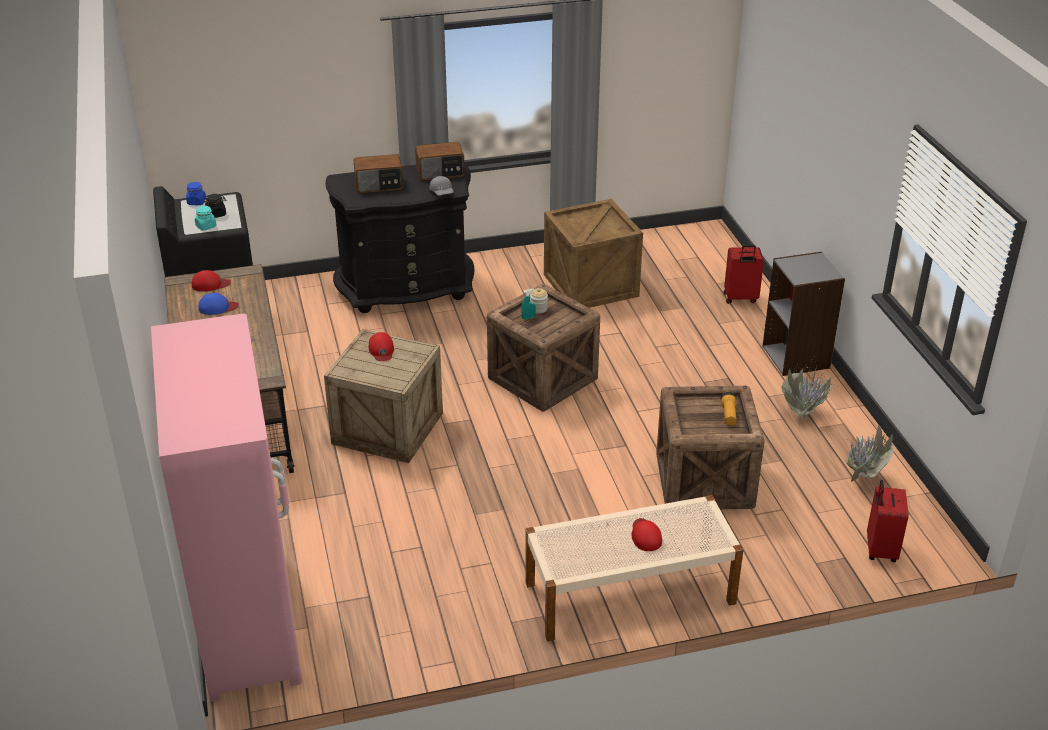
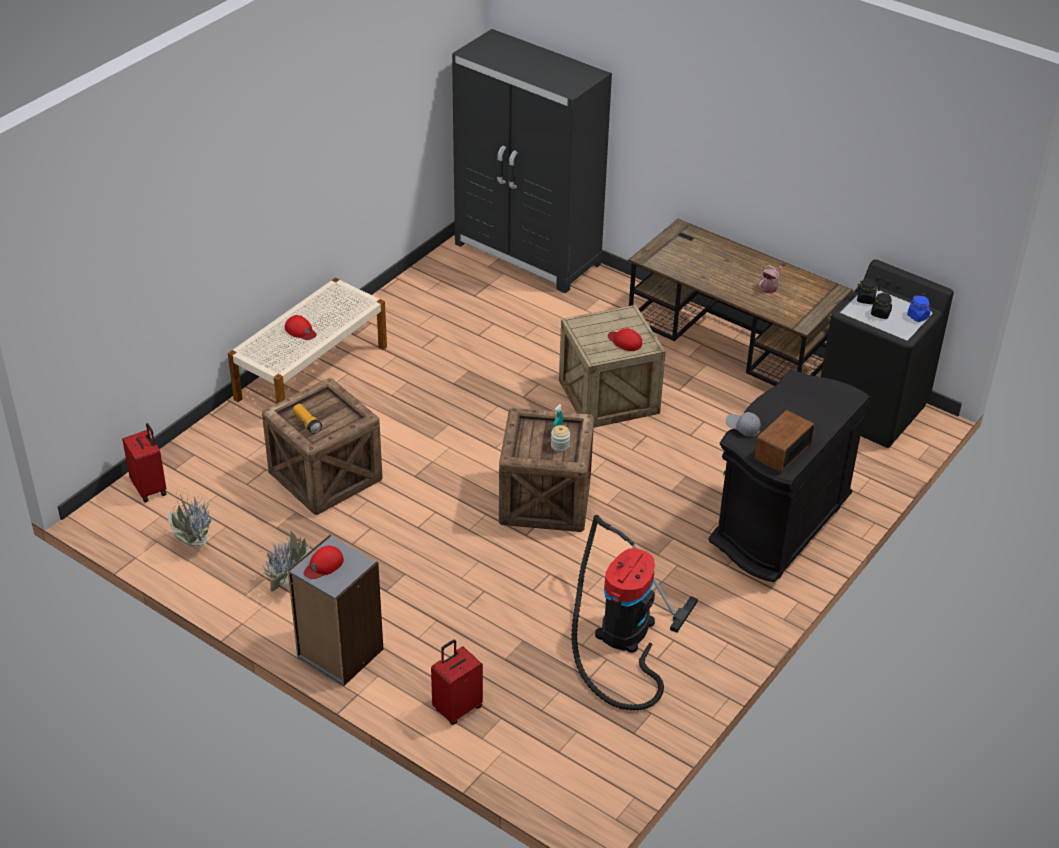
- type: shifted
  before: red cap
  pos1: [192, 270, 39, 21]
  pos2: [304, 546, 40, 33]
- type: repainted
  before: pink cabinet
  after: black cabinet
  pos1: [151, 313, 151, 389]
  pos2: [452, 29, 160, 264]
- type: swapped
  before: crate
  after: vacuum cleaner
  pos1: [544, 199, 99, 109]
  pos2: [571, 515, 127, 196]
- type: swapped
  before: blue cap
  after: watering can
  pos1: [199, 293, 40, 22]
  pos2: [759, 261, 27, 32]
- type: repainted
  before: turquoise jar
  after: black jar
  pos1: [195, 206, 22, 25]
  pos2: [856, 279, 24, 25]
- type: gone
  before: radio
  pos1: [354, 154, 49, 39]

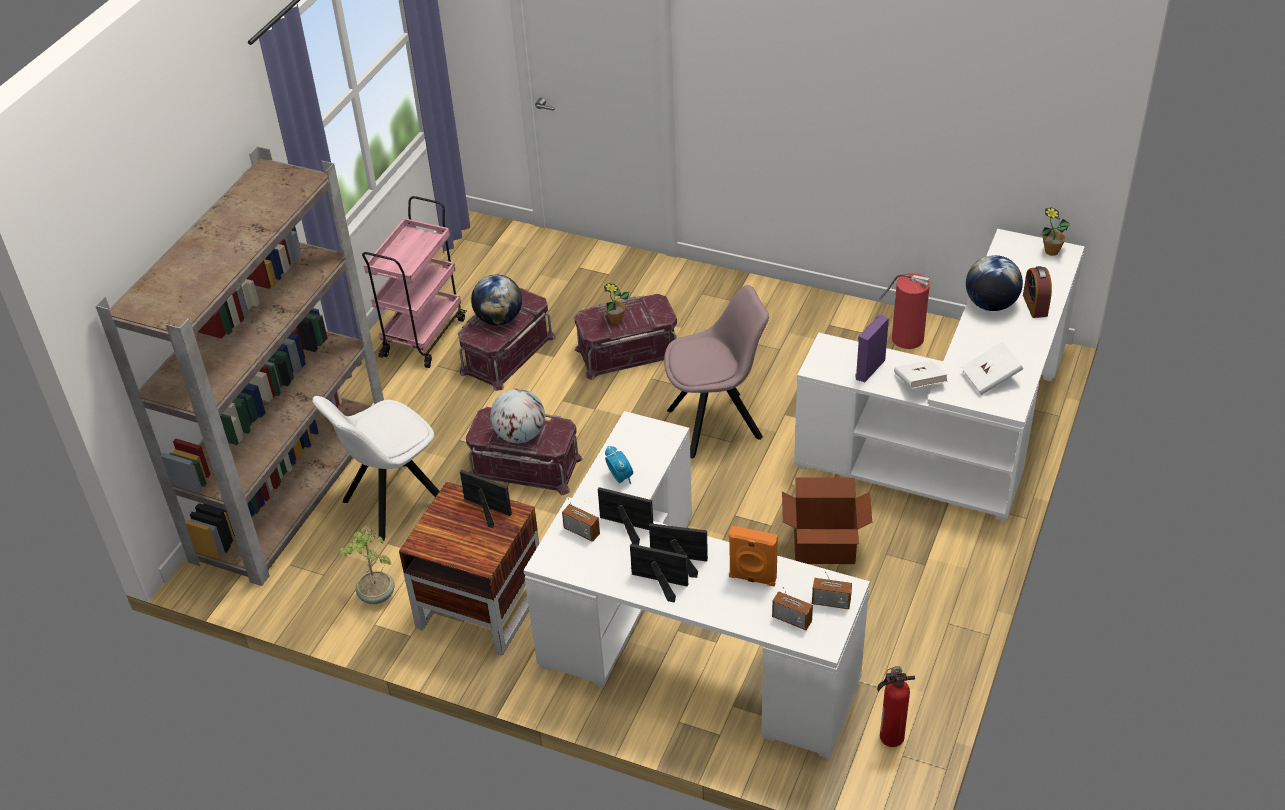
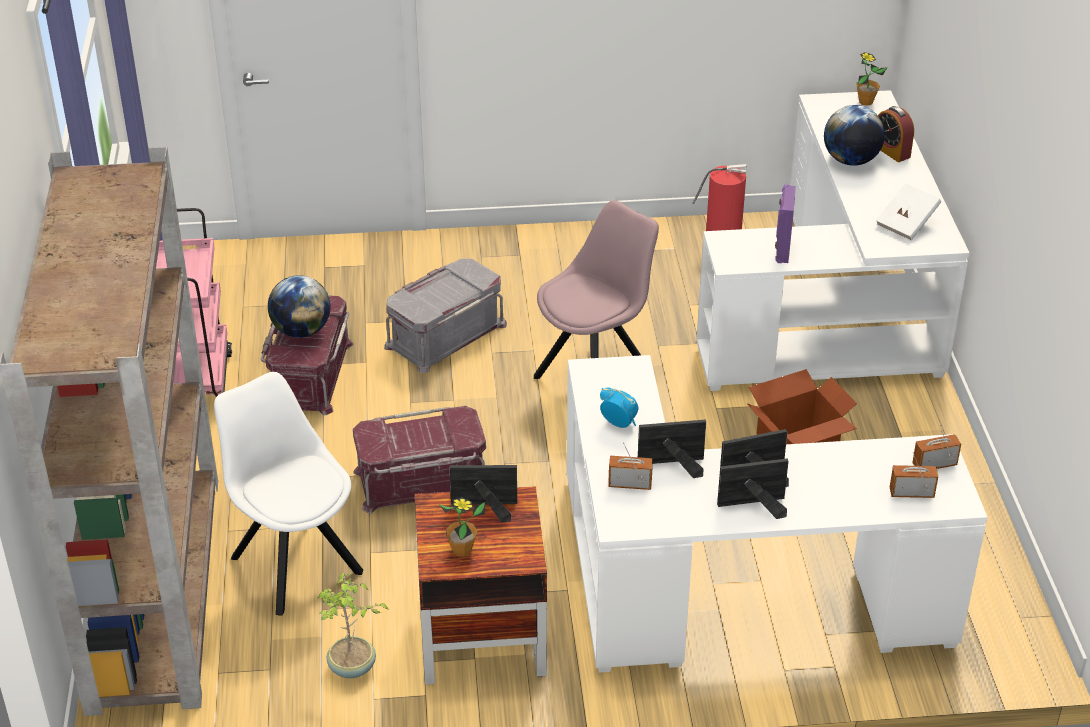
- type: rotated
  before: white chair
  pos1: [312, 396, 128, 145]
  pos2: [214, 372, 149, 244]
  turn: 120
- type: repainted
  before: red storage box
  after: grey storage box
  pos1: [574, 294, 103, 86]
  pos2: [384, 259, 123, 114]
- type: shifted
  before: potted plant
  pos1: [604, 283, 25, 42]
  pos2: [439, 497, 46, 60]
- type: gone
  before: globe
  pos1: [490, 389, 55, 54]
- type: gone
  before: orange speaker
  pos1: [729, 526, 49, 60]
- type: gone
  before: fire extinguisher
  pos1: [877, 666, 38, 81]
- type: gone
  before: white book
  pos1: [894, 360, 54, 29]

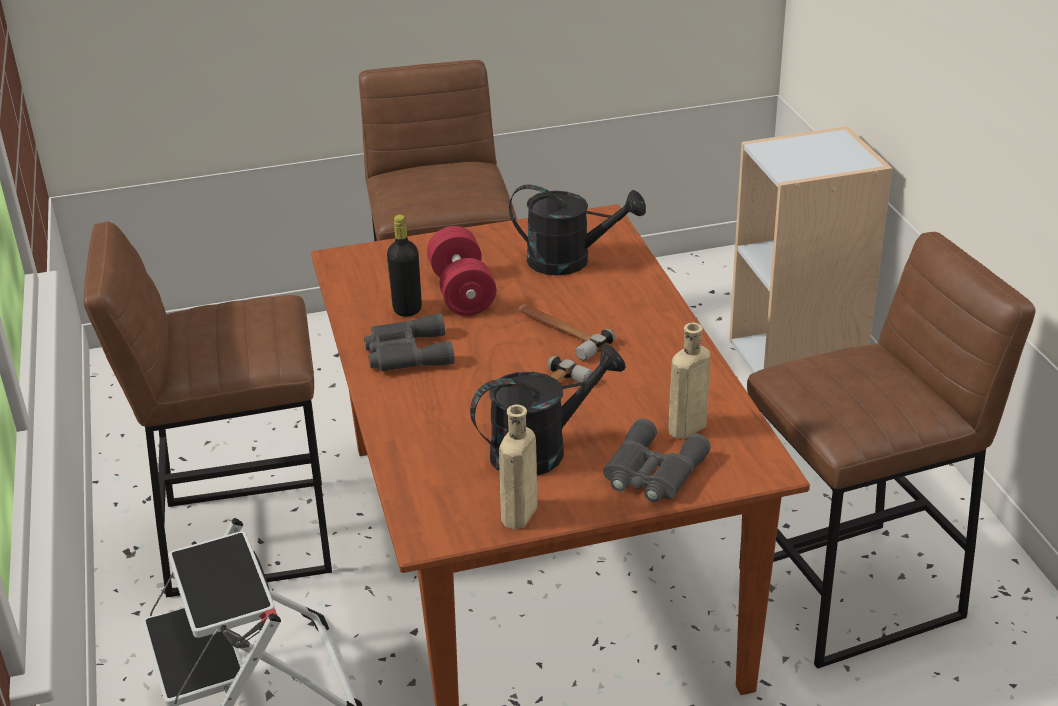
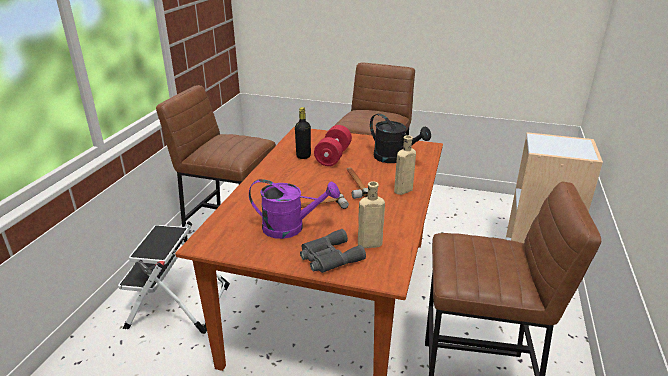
- type: repainted
  before: black watering can
  after: purple watering can
  pos1: [470, 344, 156, 132]
  pos2: [249, 179, 91, 60]
- type: shifted
  before: beige bottle
  pos1: [499, 404, 38, 126]
  pos2: [394, 135, 22, 60]
- type: gone
  before: grey binoculars
  pos1: [364, 313, 91, 59]

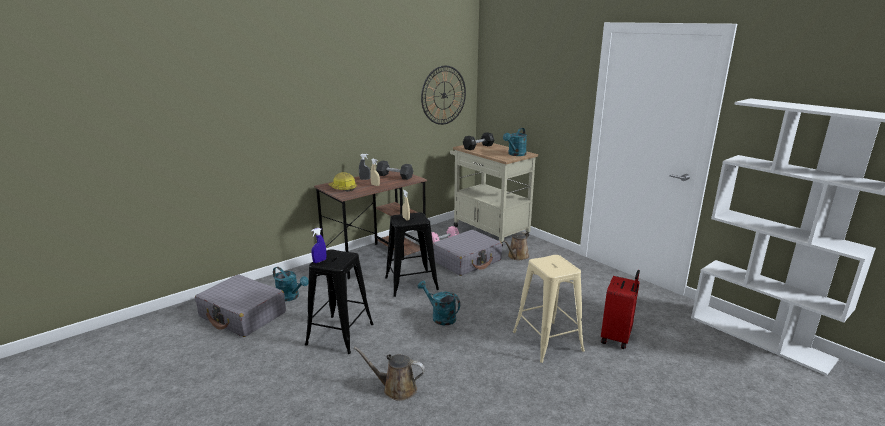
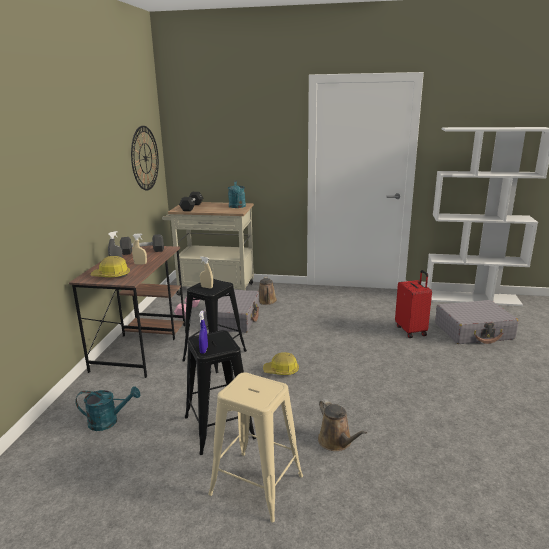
- type: shifted
  before: beige stool
  pos1: [513, 255, 72, 108]
  pos2: [208, 372, 95, 150]
- type: swapped
  before: turquoise watering can
  after: hard hat
  pos1: [417, 281, 43, 44]
  pos2: [263, 352, 36, 23]
- type: rotated
  before: brown watering can
  pos1: [354, 347, 71, 54]
  pos2: [318, 399, 49, 52]
  turn: -90
- type: shifted
  before: grey suitcase
  pos1: [195, 274, 91, 63]
  pos2: [435, 300, 83, 44]

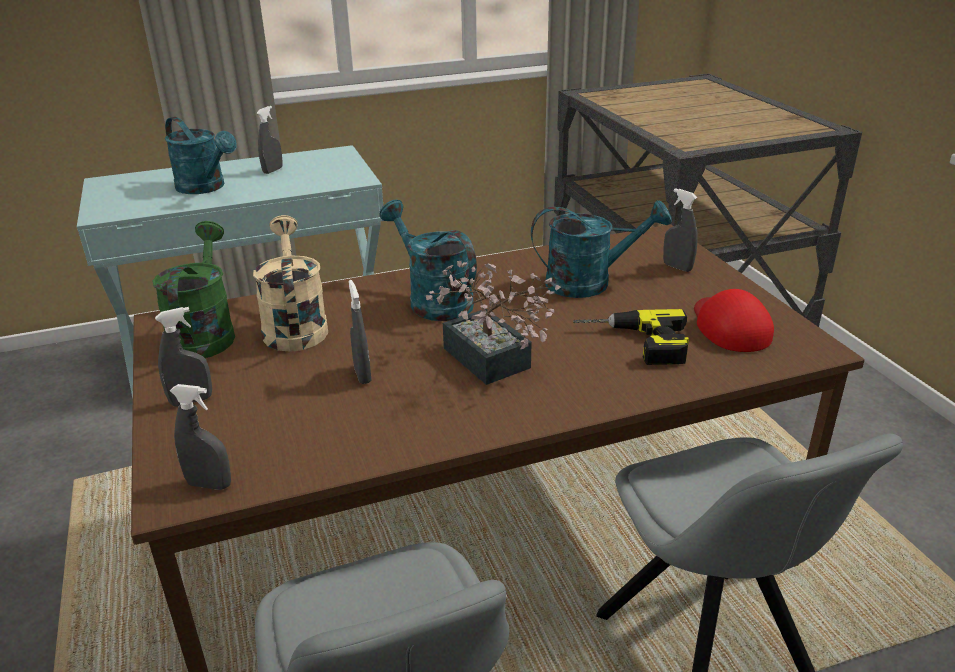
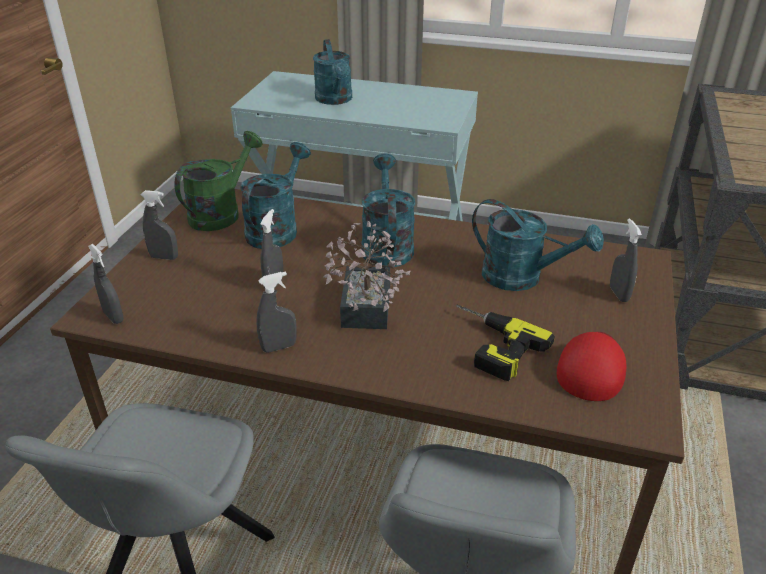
- type: repainted
  before: beige watering can
  after: turquoise watering can
  pos1: [253, 215, 75, 137]
  pos2: [240, 142, 71, 107]
- type: shifted
  before: grey spray bottle
  pos1: [257, 106, 26, 68]
  pos2: [256, 271, 40, 82]

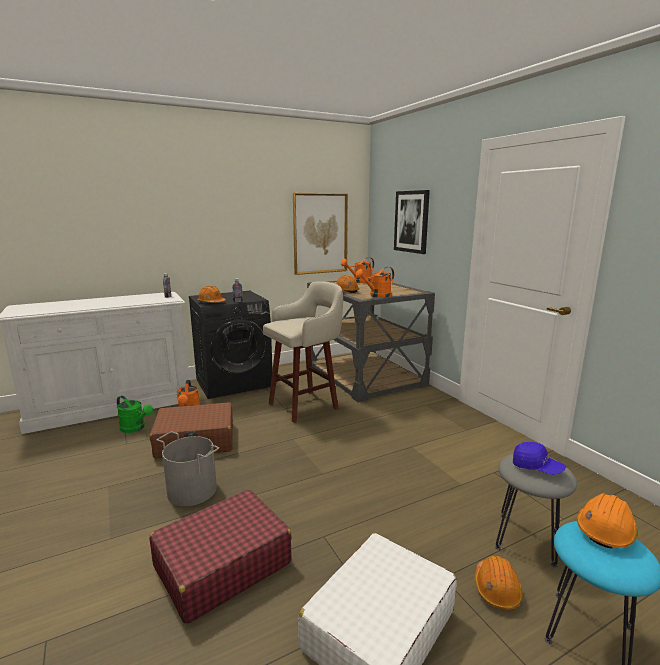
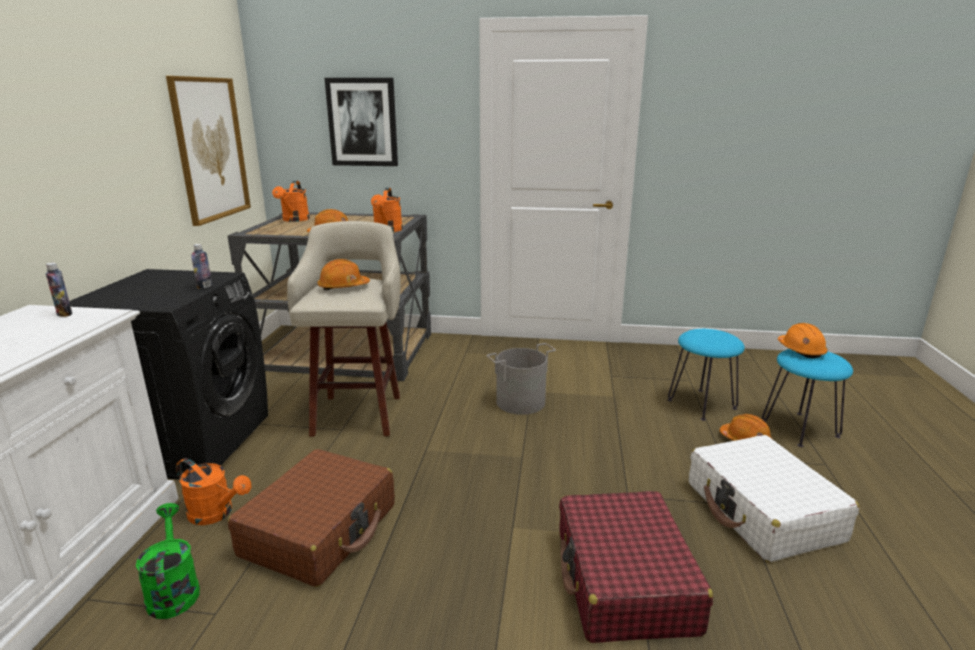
- type: rotated
  before: green watering can
  pos1: [117, 396, 36, 37]
  pos2: [136, 503, 64, 116]
  turn: -90
- type: shifted
  before: orange hard hat
  pos1: [197, 285, 29, 18]
  pos2: [317, 259, 53, 31]
- type: shifted
  before: grey bucket
  pos1: [157, 431, 62, 75]
  pos2: [487, 343, 69, 72]
- type: repainted
  before: grey stool
  after: turquoise stool
  pos1: [495, 454, 82, 114]
  pos2: [668, 329, 77, 92]
- type: gone
  before: blue cap
  pos1: [513, 442, 53, 33]

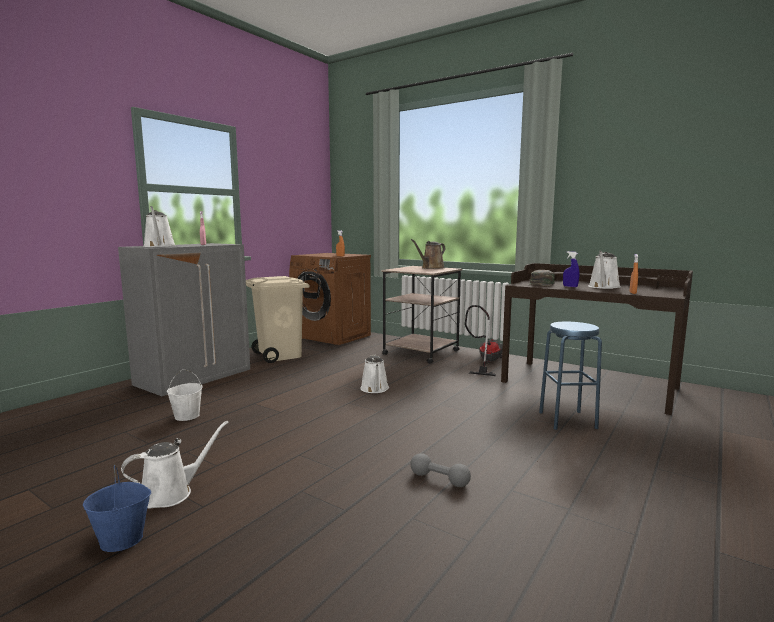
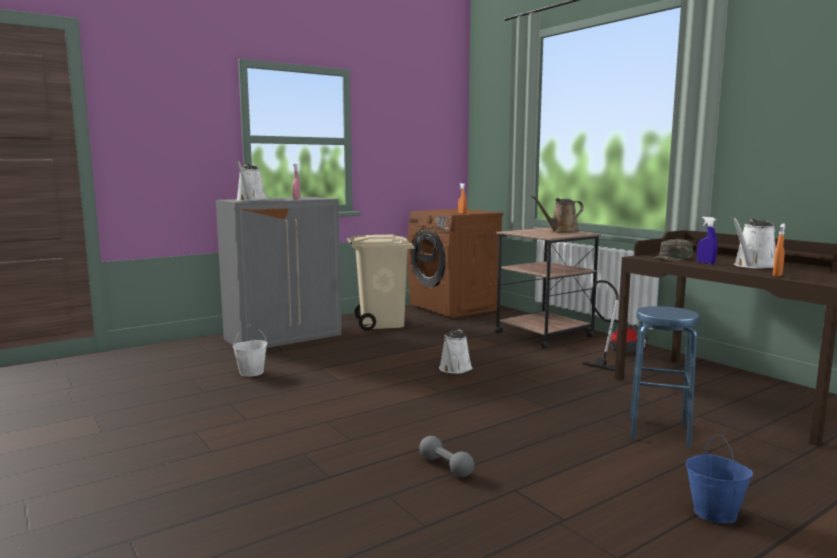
- type: shifted
  before: blue bucket
  pos1: [83, 465, 68, 87]
  pos2: [686, 435, 67, 88]
- type: gone
  before: white watering can
  pos1: [121, 421, 108, 87]

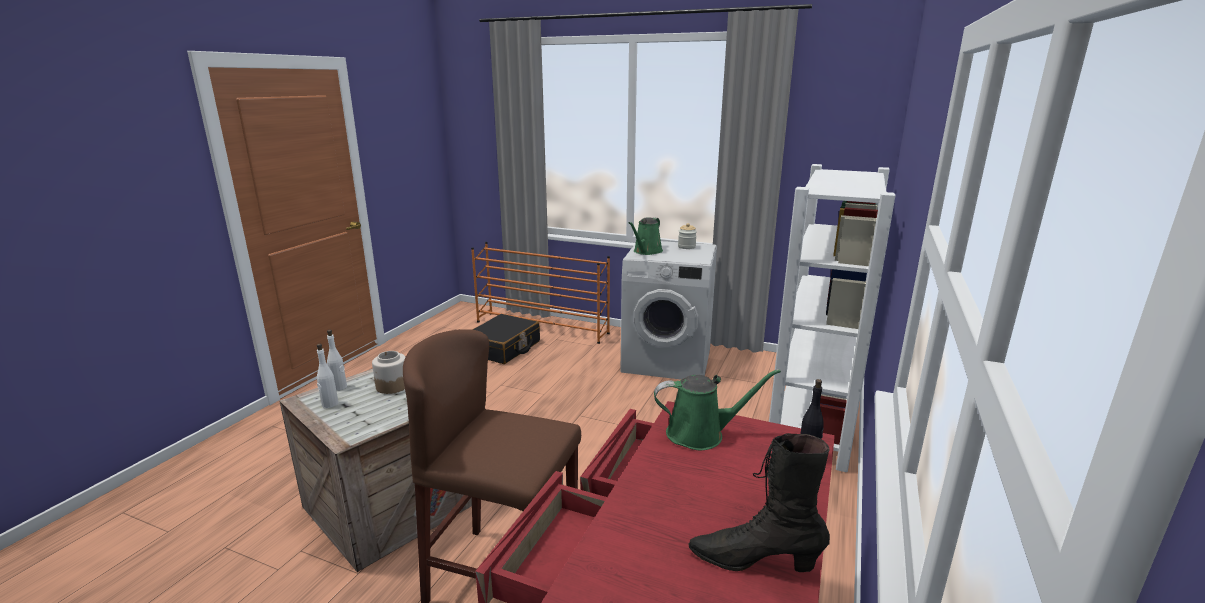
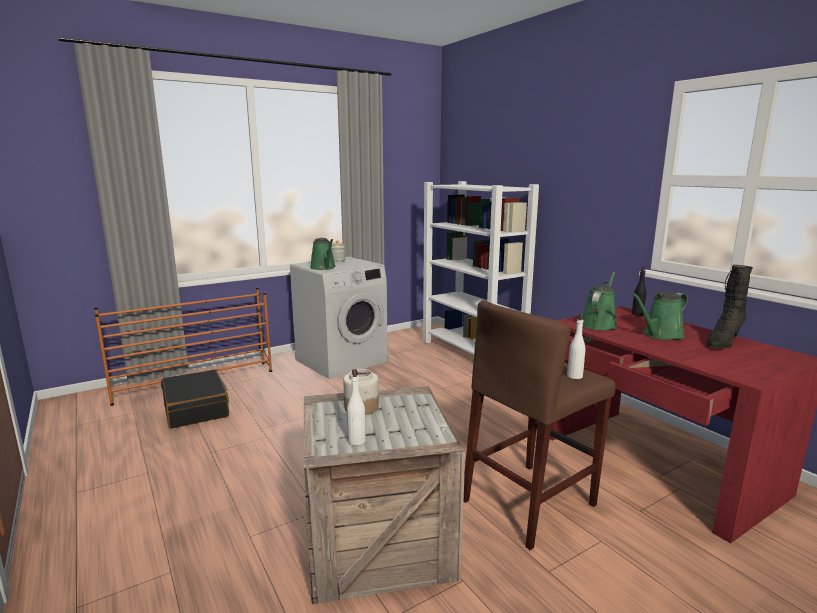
- type: shifted
  before: white bottle
  pos1: [327, 330, 20, 61]
  pos2: [567, 314, 18, 65]
- type: new
  after: green watering can
  pos2: [632, 291, 56, 49]

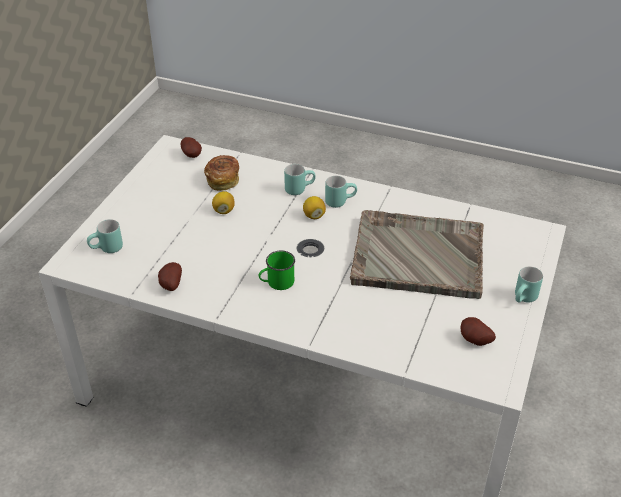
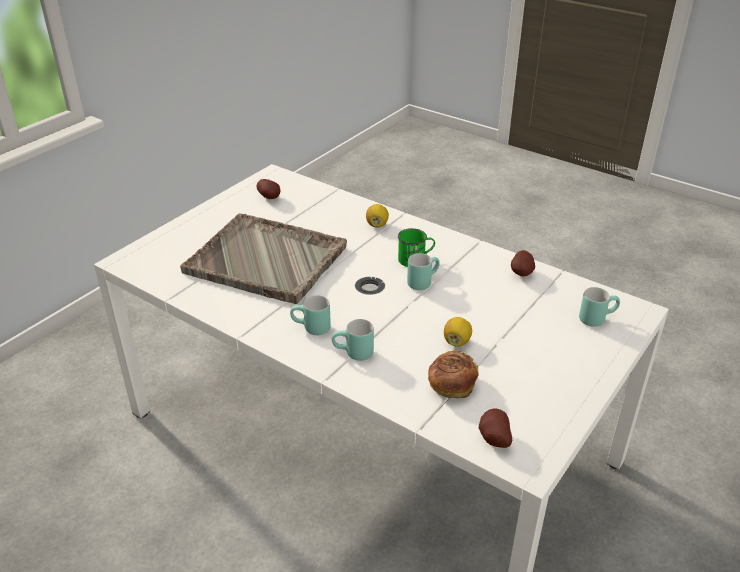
- type: shifted
  before: lemon
  pos1: [303, 196, 23, 23]
  pos2: [366, 204, 23, 24]
- type: shifted
  before: turquoise mug
  pos1: [515, 266, 28, 36]
  pos2: [407, 253, 33, 37]

